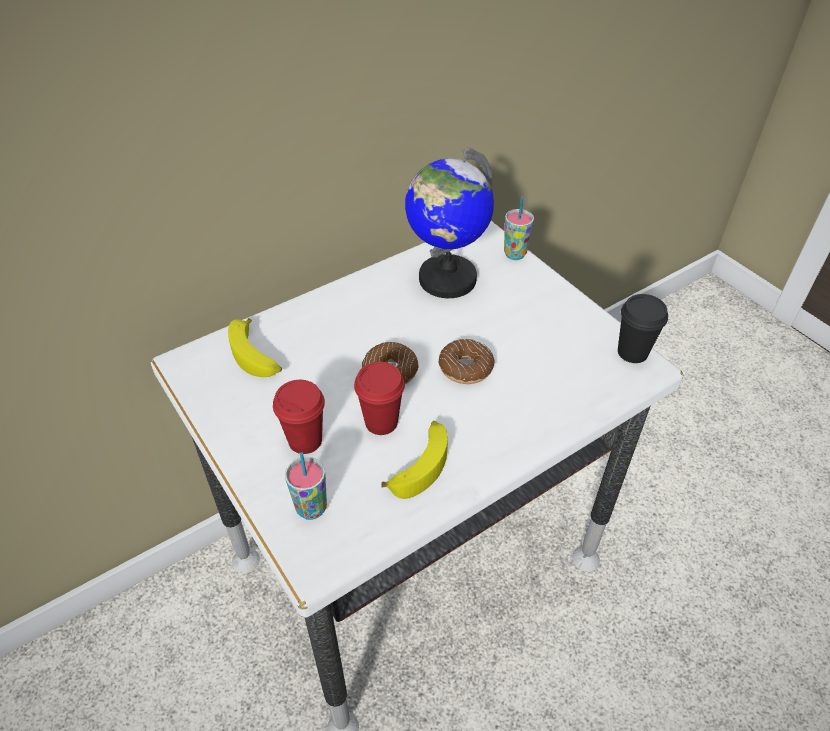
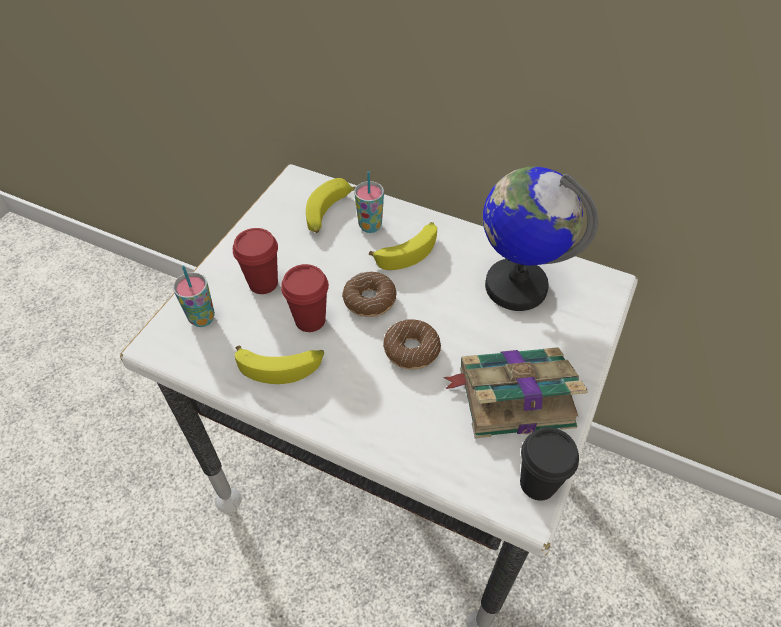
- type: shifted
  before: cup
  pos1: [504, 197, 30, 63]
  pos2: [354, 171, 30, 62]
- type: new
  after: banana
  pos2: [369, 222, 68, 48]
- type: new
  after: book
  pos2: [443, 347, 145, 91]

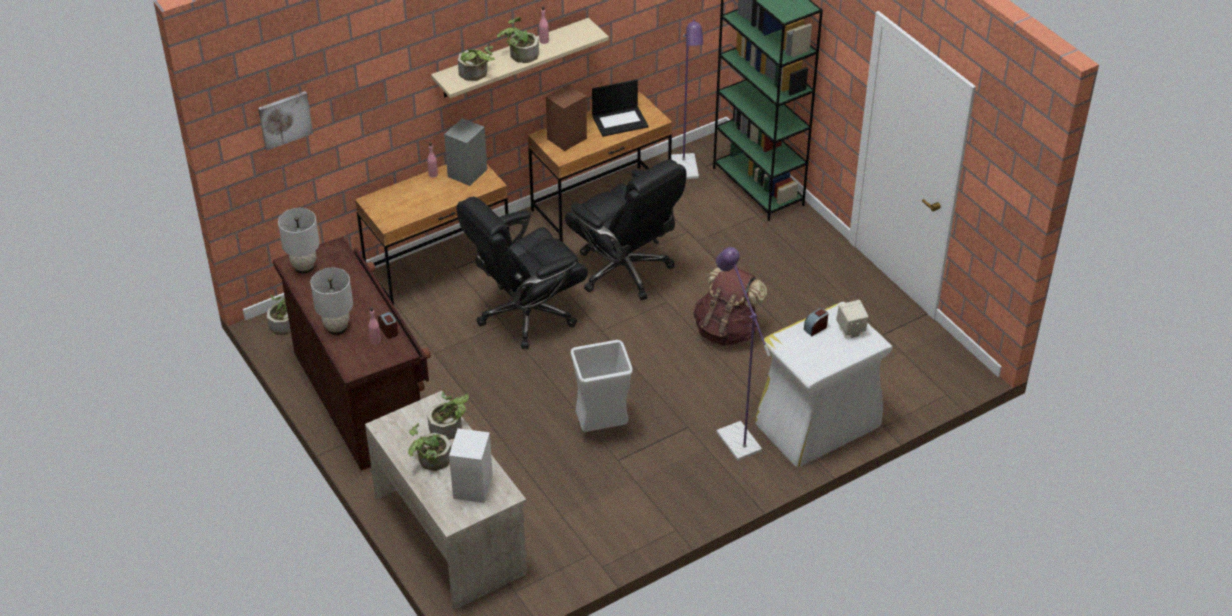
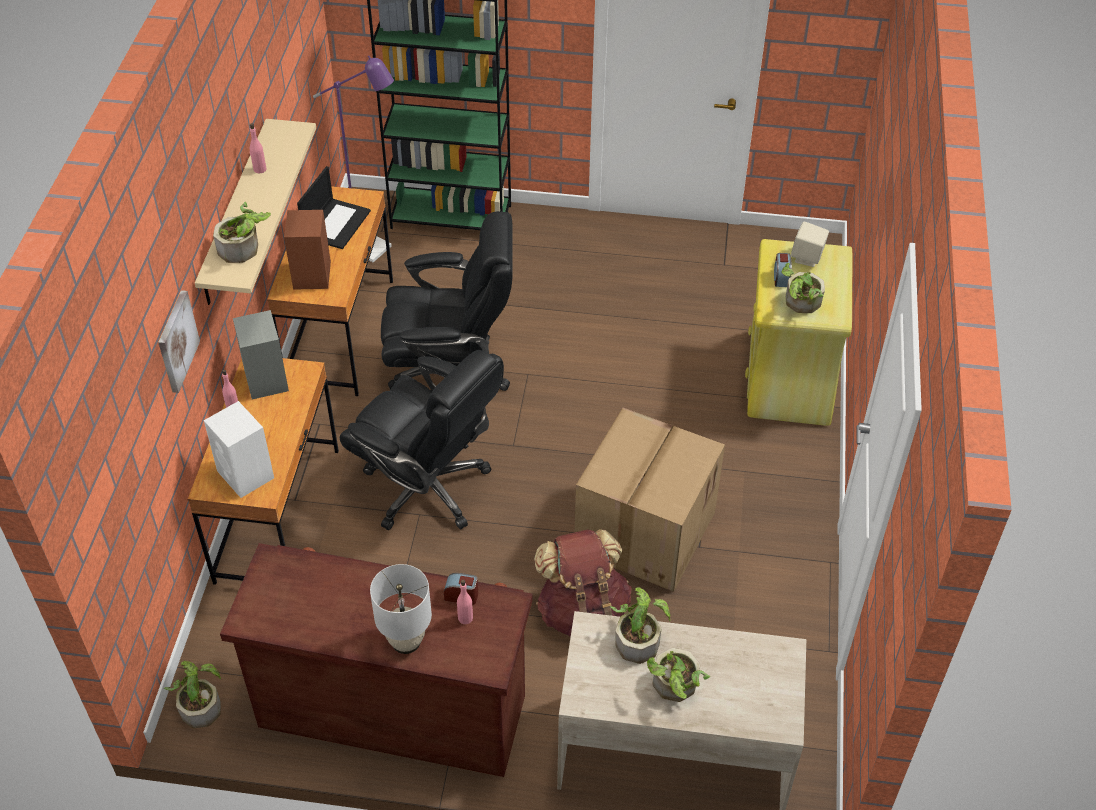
- type: shifted
  before: picture
  pos1: [258, 91, 55, 59]
  pos2: [158, 290, 42, 103]
- type: shifted
  before: white speaker
  pos1: [449, 428, 44, 75]
  pos2: [204, 401, 70, 97]
- type: rotated
  before: black office chair
  pos1: [457, 197, 131, 152]
  pos2: [340, 350, 164, 180]
  turn: -60
- type: shifted
  before: brown backpack
  pos1: [694, 268, 73, 78]
  pos2: [534, 529, 97, 108]
- type: swapped
  before: white trash can
  after: cardboard box
  pos1: [571, 340, 62, 92]
  pos2: [575, 408, 150, 184]
- type: repainted
  before: white nightstand
  after: yellow nightstand
  pos1: [755, 302, 138, 165]
  pos2: [745, 239, 107, 187]
- type: shifted
  before: potted plant
  pos1: [497, 17, 42, 46]
  pos2: [782, 263, 43, 50]
- type: gone
  before: white table lamp
  pos1: [278, 208, 42, 66]
- type: gone
  before: purple floor lamp
  pos1: [716, 247, 55, 214]

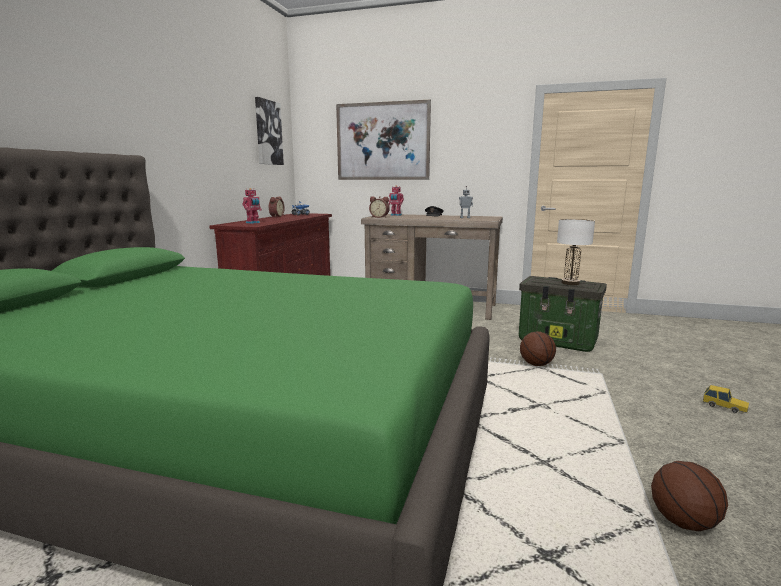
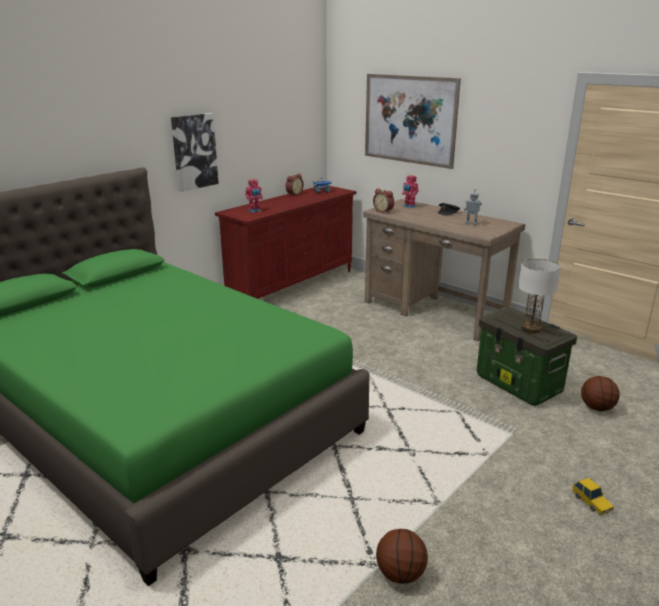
- type: shifted
  before: picture
  pos1: [255, 97, 29, 68]
  pos2: [171, 113, 48, 79]
- type: shifted
  before: basketball
  pos1: [520, 331, 36, 35]
  pos2: [581, 376, 39, 35]

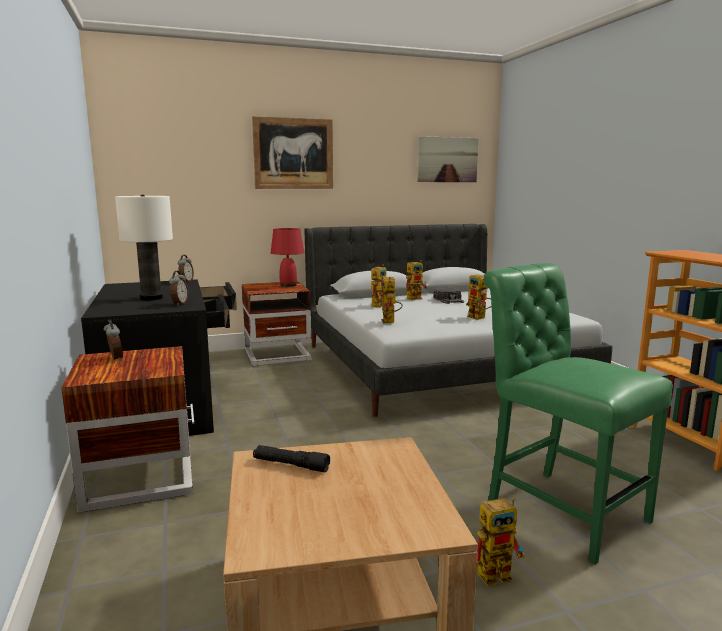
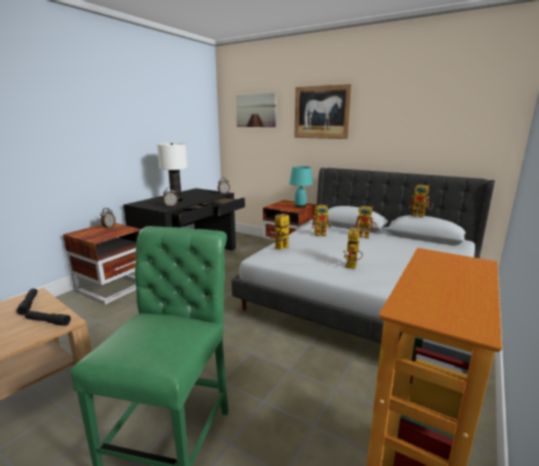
- type: new
  after: black flashlight
  pos2: [25, 311, 46, 15]
- type: shifted
  before: picture
  pos1: [418, 136, 61, 46]
  pos2: [236, 93, 40, 34]
- type: repainted
  before: red table lamp
  after: turquoise table lamp
  pos1: [271, 228, 33, 59]
  pos2: [289, 166, 24, 42]
- type: shifted
  before: toy robot
  pos1: [477, 497, 48, 90]
  pos2: [409, 184, 24, 33]
- type: gone
  before: black cap
  pos1: [433, 288, 31, 16]

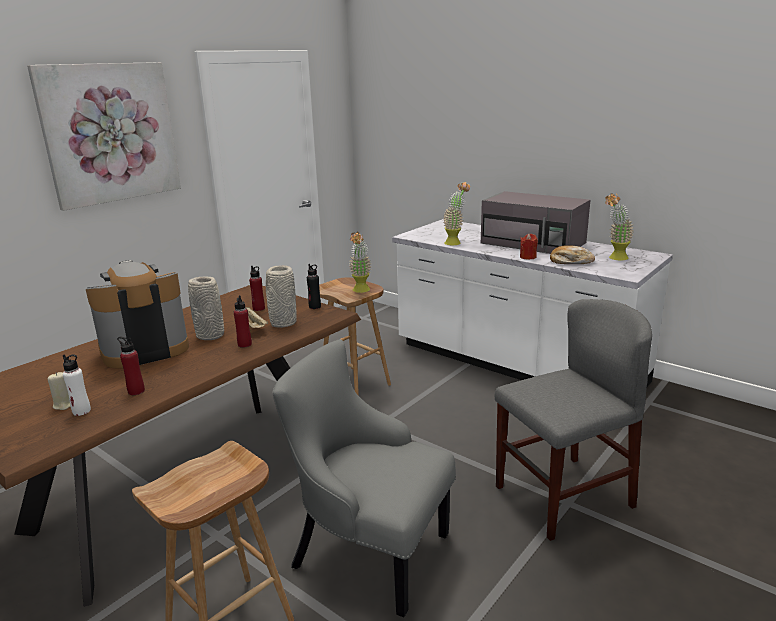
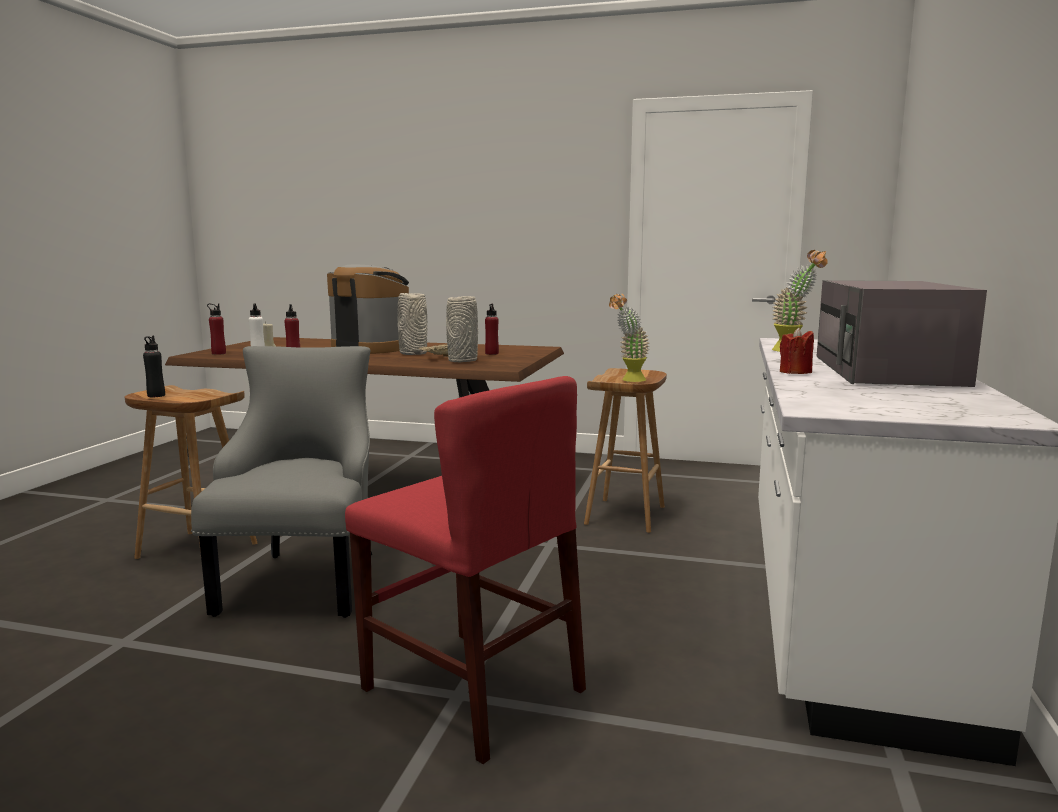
- type: shifted
  before: black bottle
  pos1: [307, 264, 14, 45]
  pos2: [143, 336, 22, 61]
- type: shifted
  before: red bottle
  pos1: [234, 295, 18, 53]
  pos2: [207, 304, 19, 51]
- type: repainted
  before: grey chair
  after: red chair
  pos1: [495, 299, 157, 242]
  pos2: [345, 376, 241, 388]
- type: gone
  before: picture
  pos1: [27, 62, 154, 149]
- type: gone
  before: bread
  pos1: [550, 245, 45, 19]
- type: gone
  before: potted plant
  pos1: [605, 193, 29, 68]

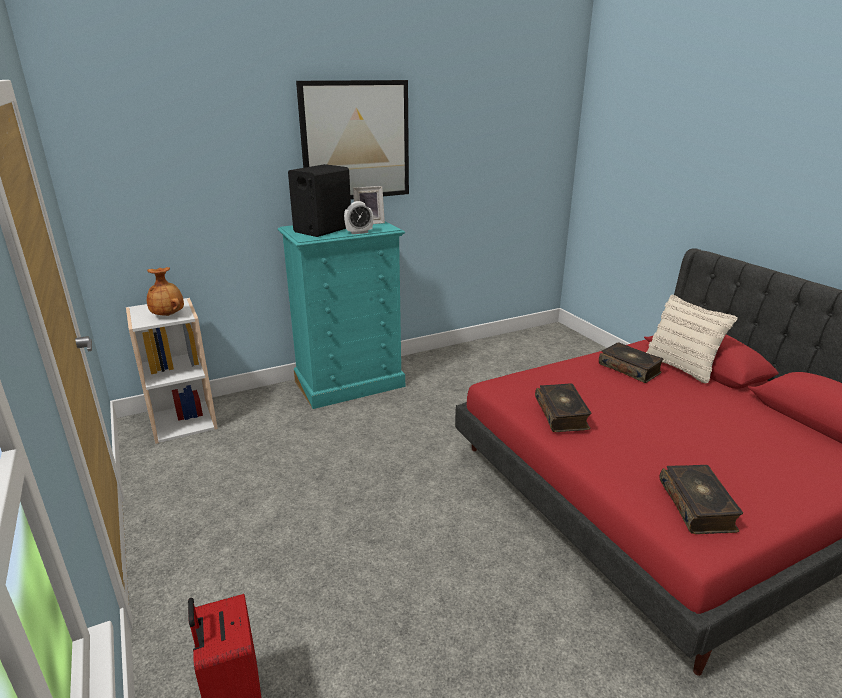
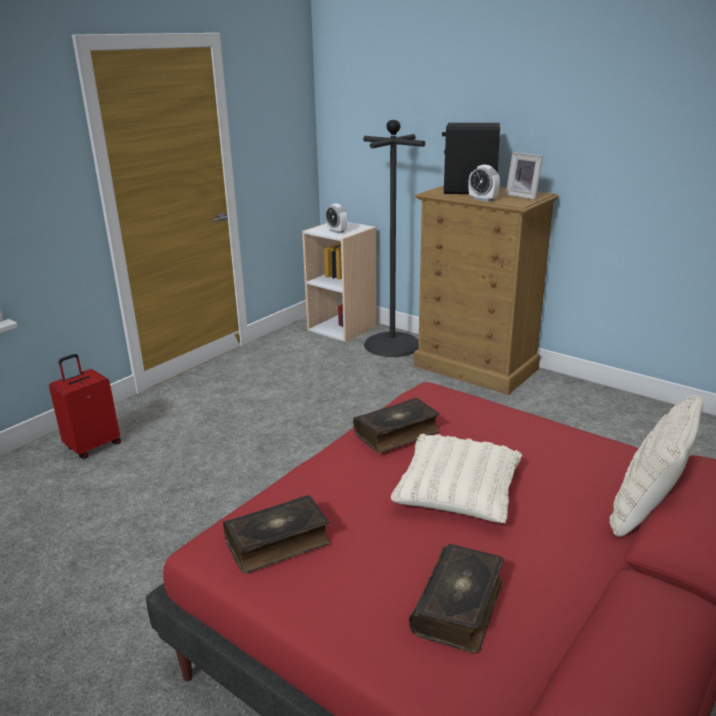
- type: swapped
  before: brown vase
  after: alarm clock
  pos1: [147, 267, 37, 49]
  pos2: [326, 203, 22, 30]
- type: new
  after: black clothes rack
  pos2: [363, 120, 62, 237]
- type: new
  after: beige pillow
  pos2: [391, 434, 131, 89]
- type: shifted
  before: book
  pos1: [599, 342, 65, 41]
  pos2: [409, 544, 95, 109]
- type: repainted
  before: turquoise dresser
  after: brown dresser
  pos1: [278, 221, 127, 188]
  pos2: [414, 186, 145, 209]
- type: gone
  before: picture
  pos1: [296, 80, 113, 120]

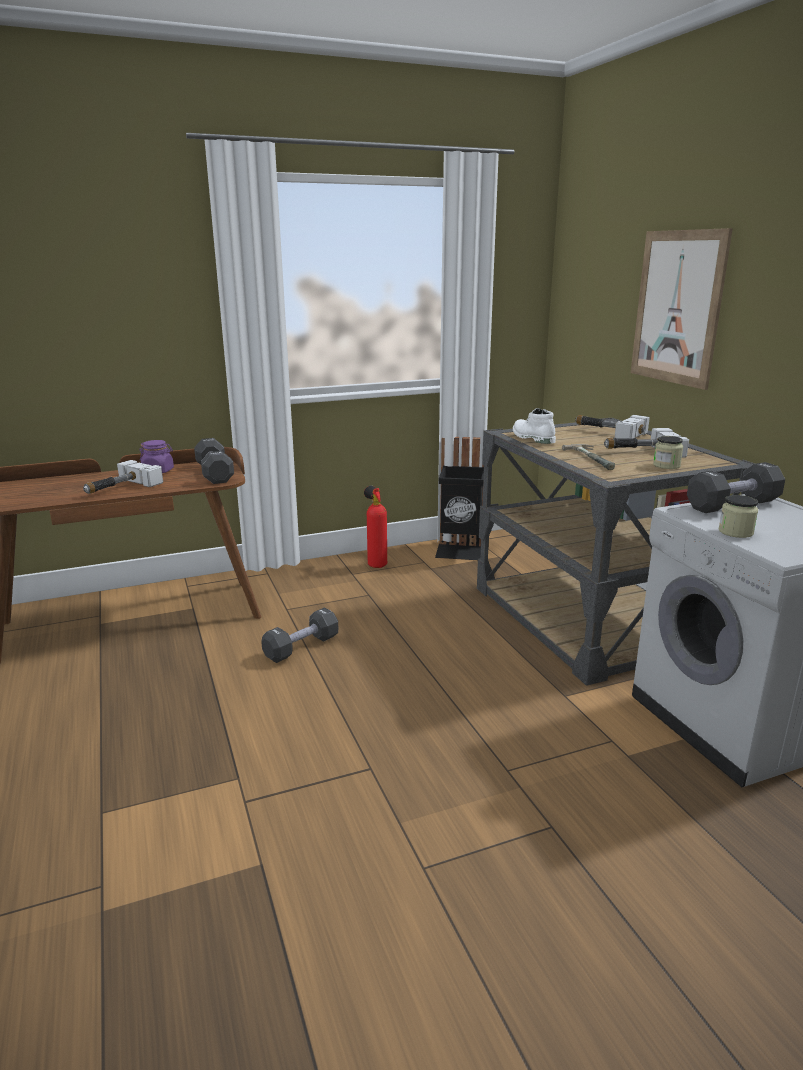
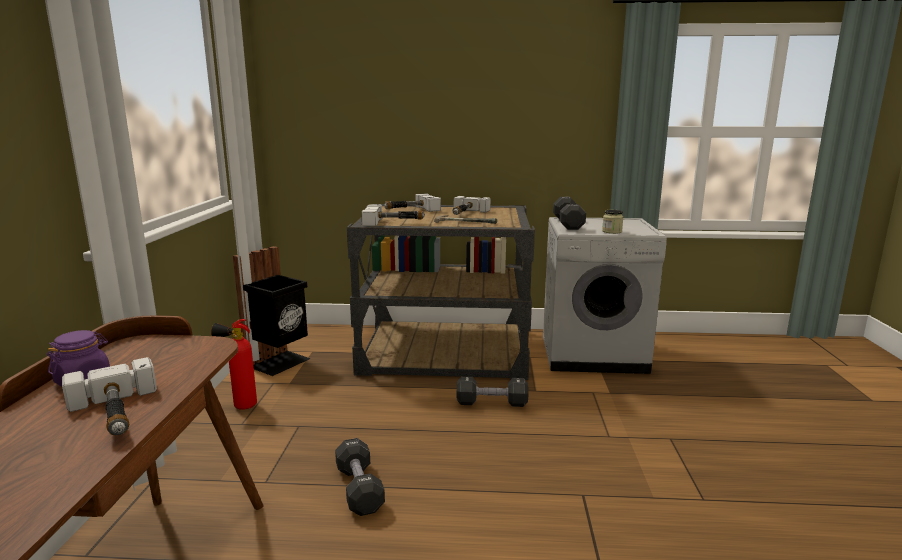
- type: swapped
  before: white boot
  after: hammer
  pos1: [513, 408, 43, 36]
  pos2: [361, 205, 64, 21]
- type: shifted
  before: black dumbbell
  pos1: [194, 438, 40, 46]
  pos2: [457, 376, 72, 31]
- type: gone
  before: picture
  pos1: [631, 228, 102, 162]
- type: gone
  before: jar
  pos1: [653, 436, 30, 33]

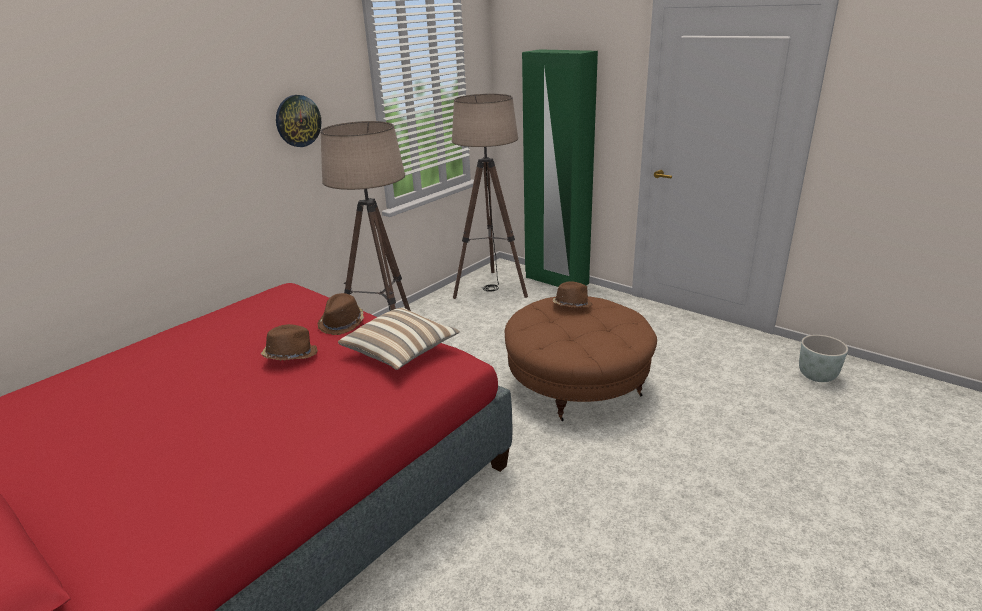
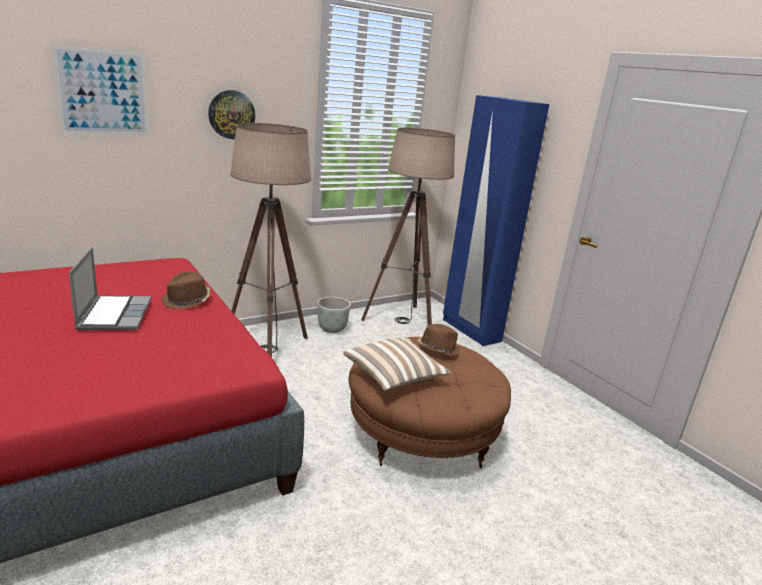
- type: new
  after: picture
  pos2: [52, 45, 96, 90]
- type: swapped
  before: brown hat
  after: laptop
  pos1: [261, 324, 57, 37]
  pos2: [69, 247, 82, 83]
- type: shifted
  before: grey planter
  pos1: [799, 335, 49, 47]
  pos2: [318, 297, 33, 36]
- type: shifted
  before: pillow
  pos1: [338, 308, 122, 62]
  pos2: [343, 337, 108, 54]
- type: repainted
  before: green wardrobe
  after: blue wardrobe
  pos1: [522, 49, 76, 238]
  pos2: [443, 95, 106, 251]

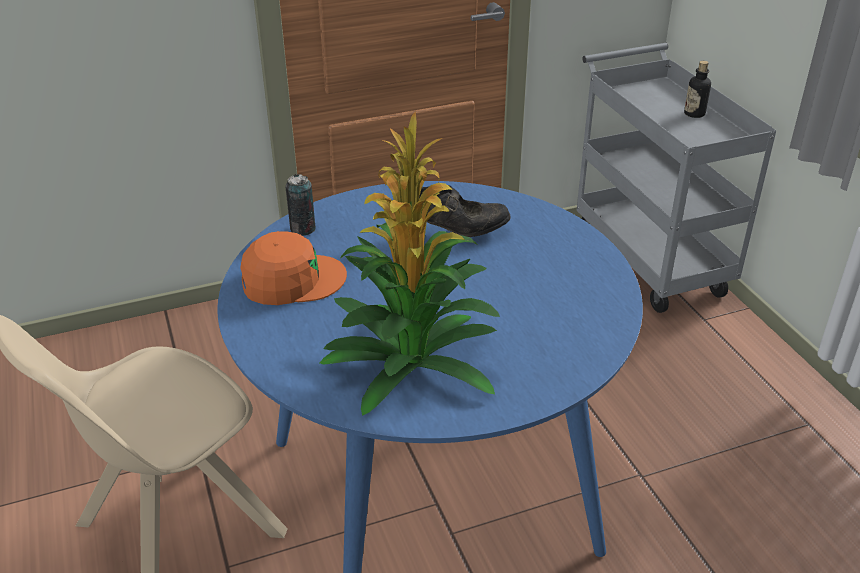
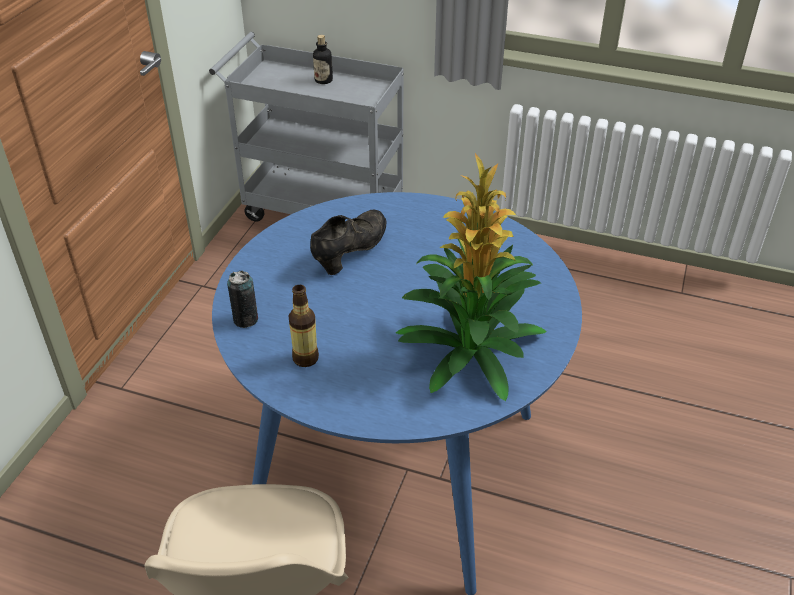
- type: swapped
  before: orange cap
  after: bottle
  pos1: [240, 231, 107, 74]
  pos2: [288, 285, 31, 82]

